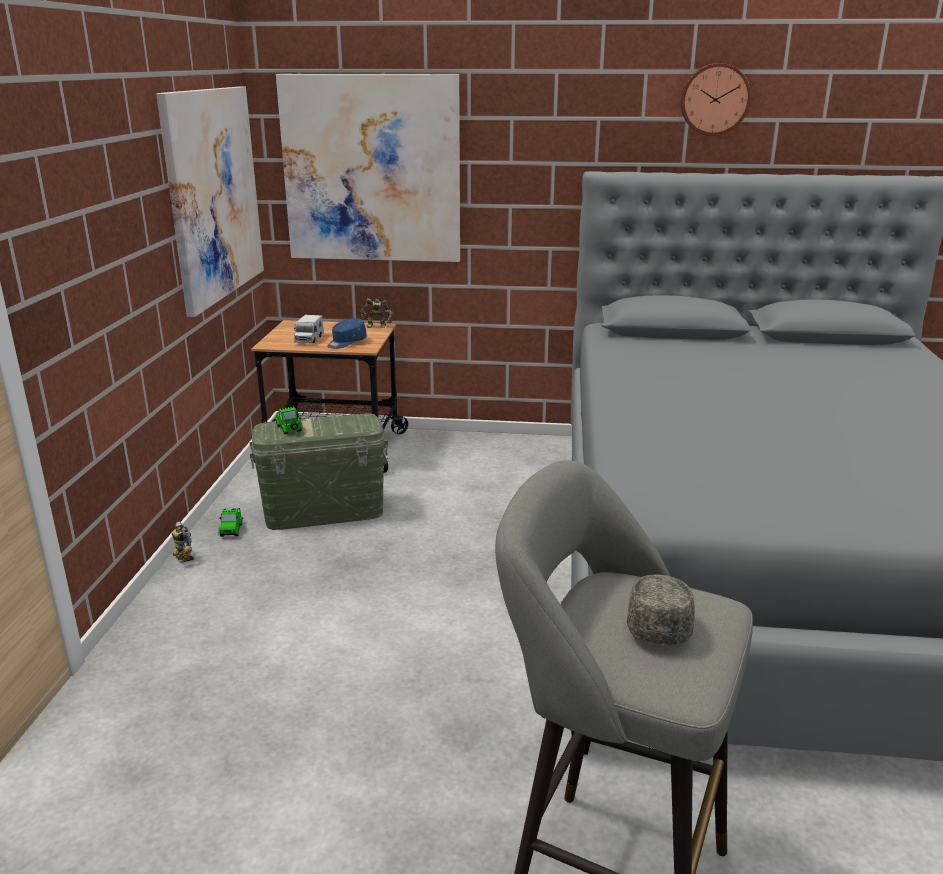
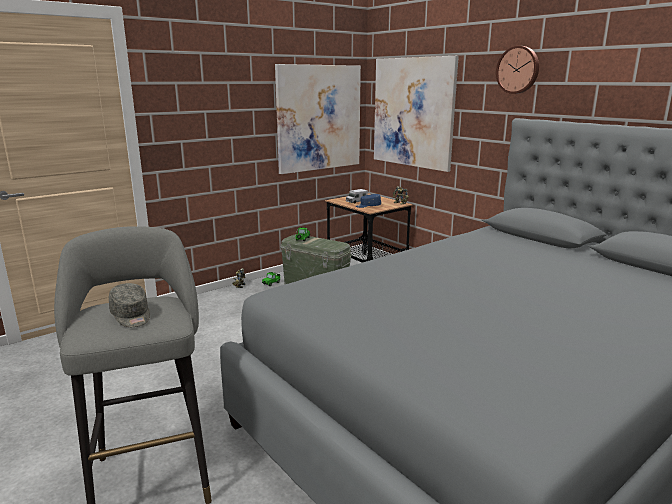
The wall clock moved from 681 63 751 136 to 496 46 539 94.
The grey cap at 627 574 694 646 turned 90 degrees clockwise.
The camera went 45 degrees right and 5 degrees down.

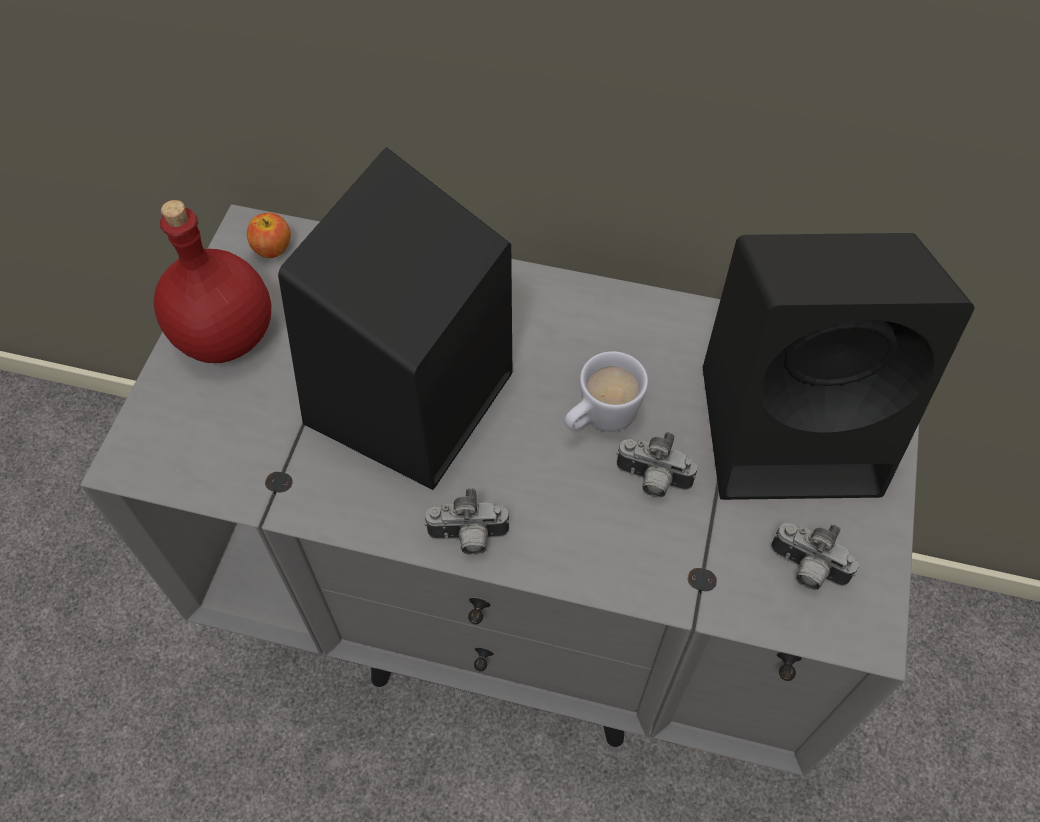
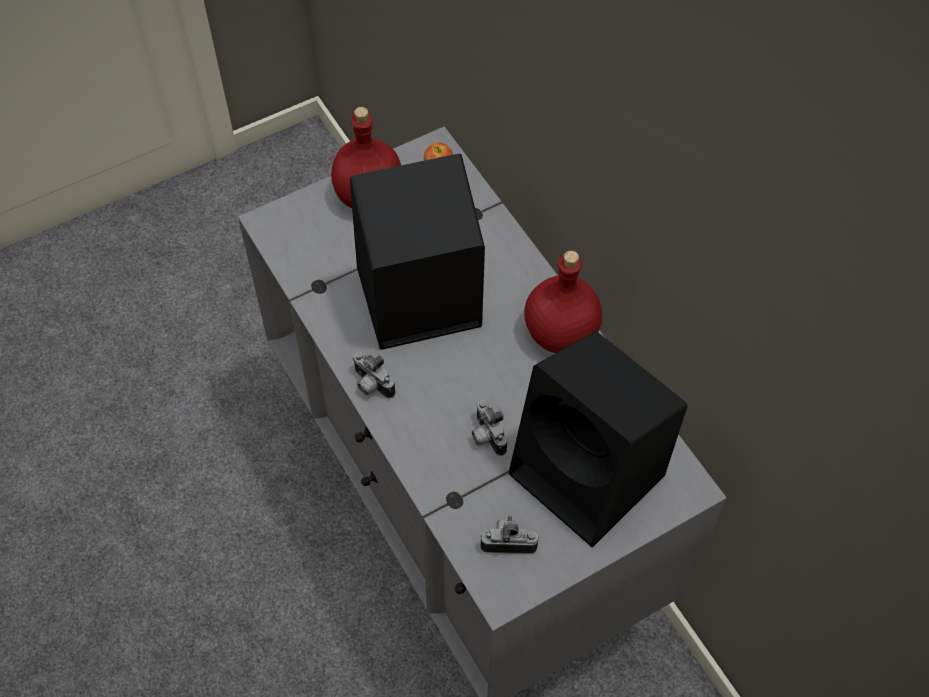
The white mug at 564 351 648 432 disappeared.
The photo camera at 771 523 859 590 turned 105 degrees clockwise.
The red bottle at 524 250 602 353 appeared.
The camera went 45 degrees right and 0 degrees up.

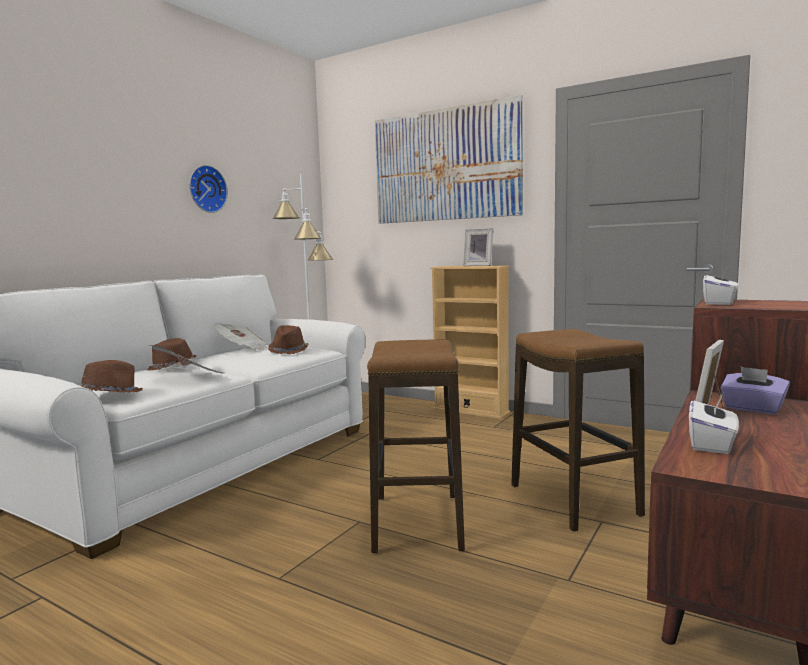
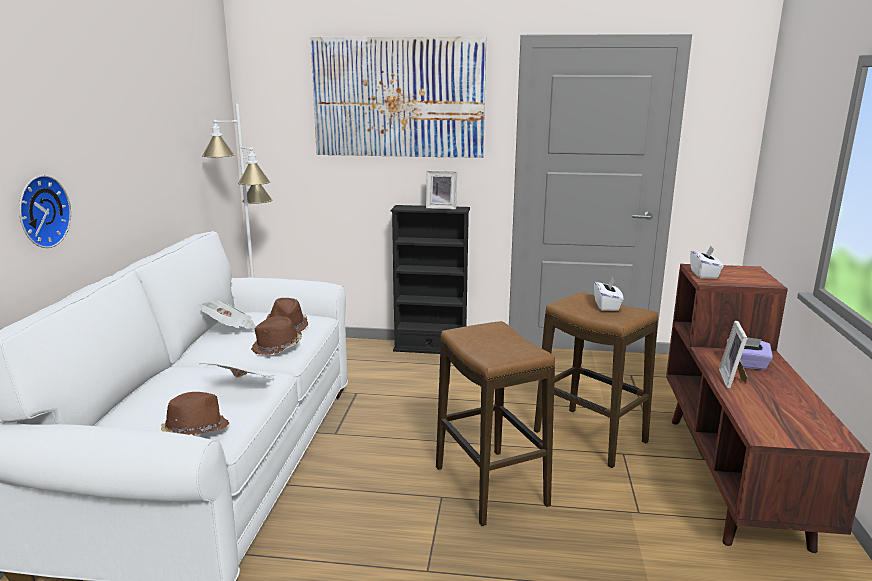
The wall clock moved from 189 165 228 213 to 19 175 71 248.
The beige bookcase at 430 266 510 419 became the black bookcase at 390 205 470 354.
The brown hat moved from 148 338 197 370 to 251 316 302 355.
The white tissue box moved from 689 393 739 454 to 594 277 623 311.
The camera went 25 degrees left and 10 degrees up.

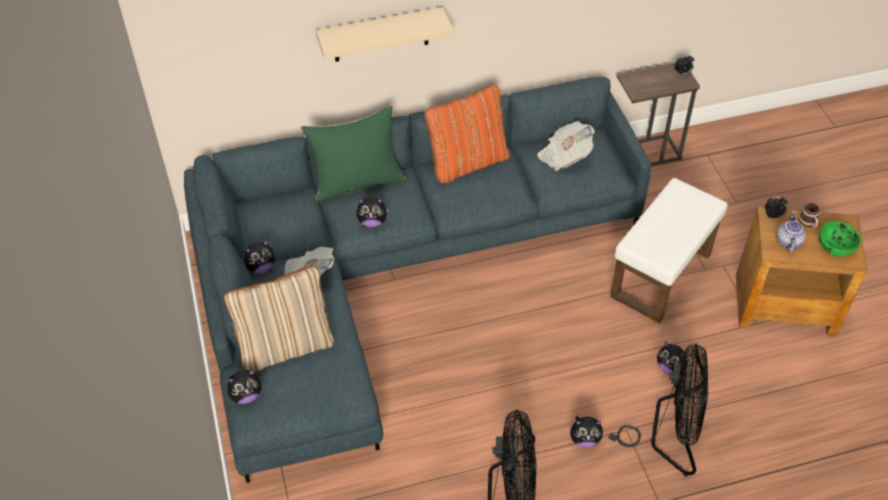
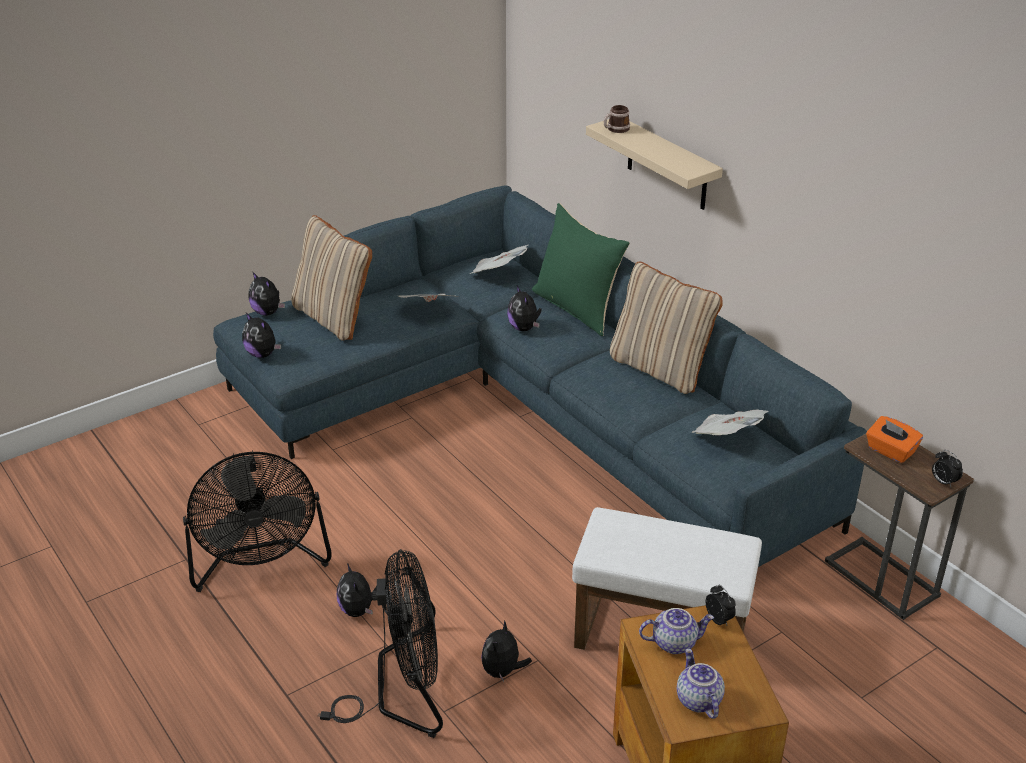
The orange pillow at 424 84 510 183 became the beige pillow at 610 262 723 394.
The mug moved from 798 203 820 228 to 604 105 630 133.
The green bowl at 819 221 861 257 was replaced by the teapot at 677 648 725 719.
The plush toy moved from 244 240 275 274 to 242 313 281 358.
The black fan at 609 343 708 477 turned 90 degrees counterclockwise.
The newspaper at 470 245 528 274 appeared.
The orange tissue box at 866 416 923 463 appeared.
The camera went 70 degrees right and 15 degrees down.

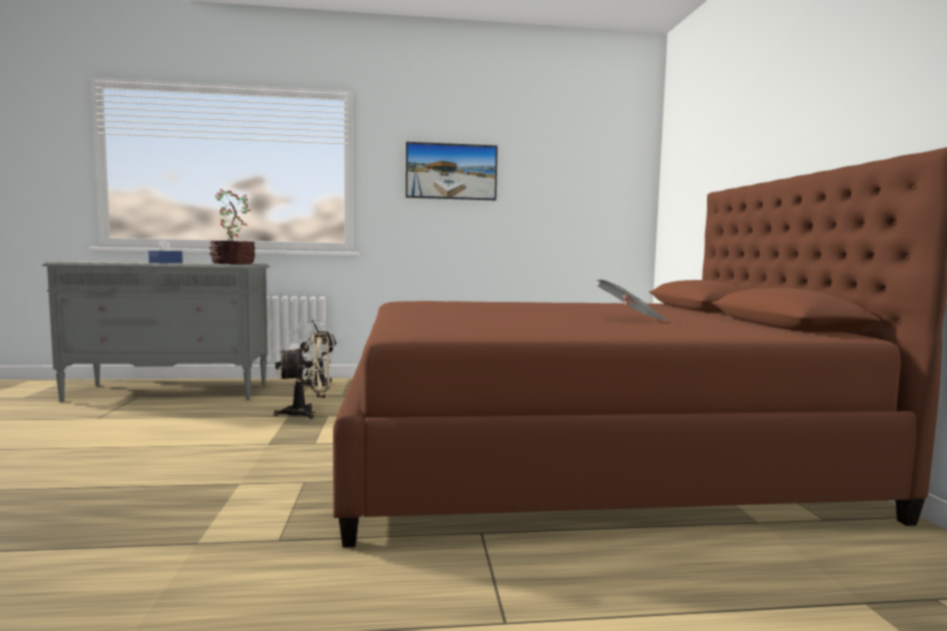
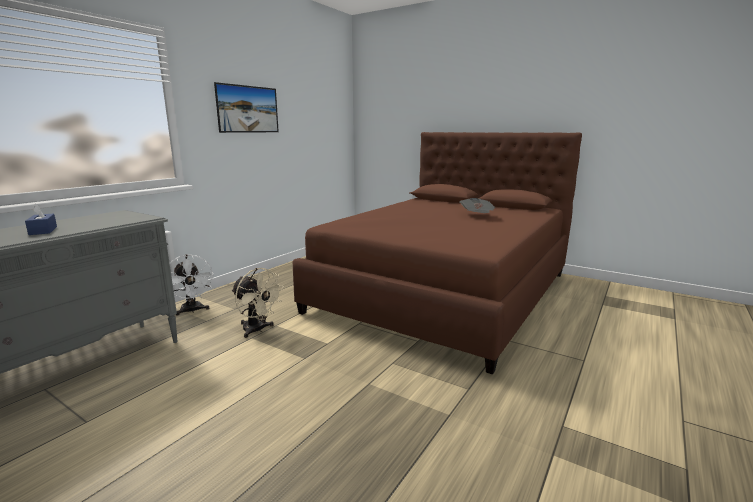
The potted plant at 209 189 255 264 disappeared.
The beige fan at 274 333 330 419 turned 105 degrees clockwise.
The camera went 50 degrees left and 10 degrees up.

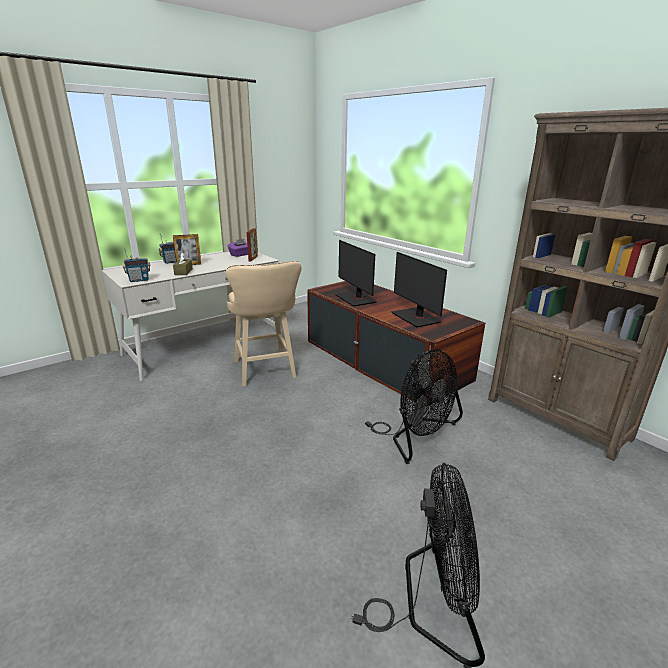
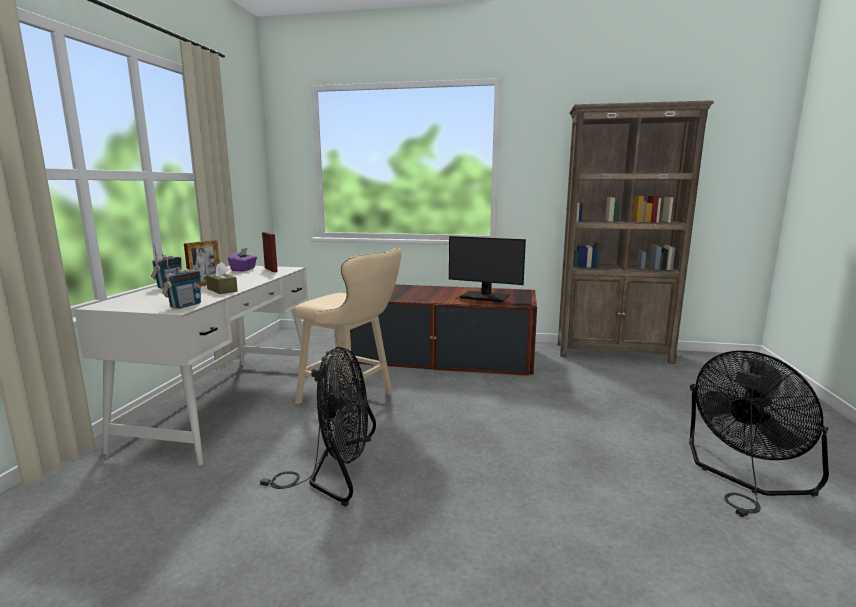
The monitor at 335 240 377 307 disappeared.
The black fan moved from 365 349 463 464 to 259 347 376 507.
The camera went 40 degrees left and 10 degrees down.

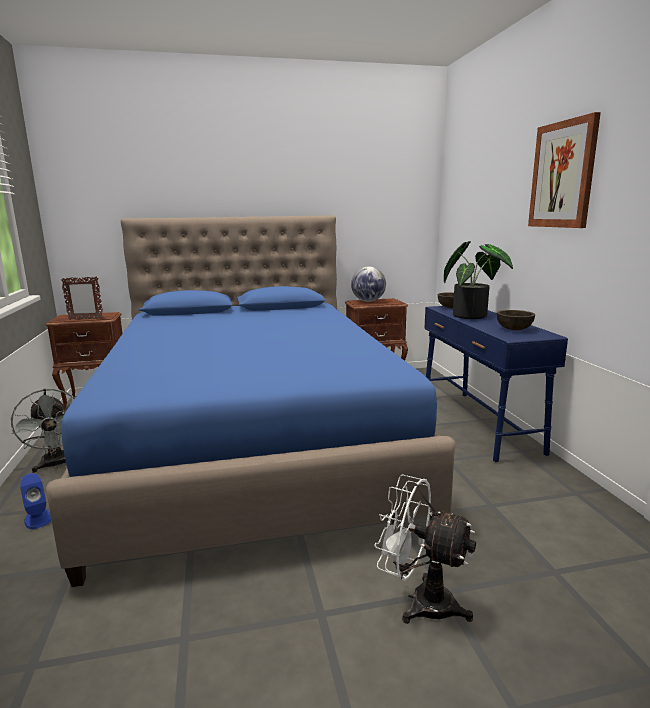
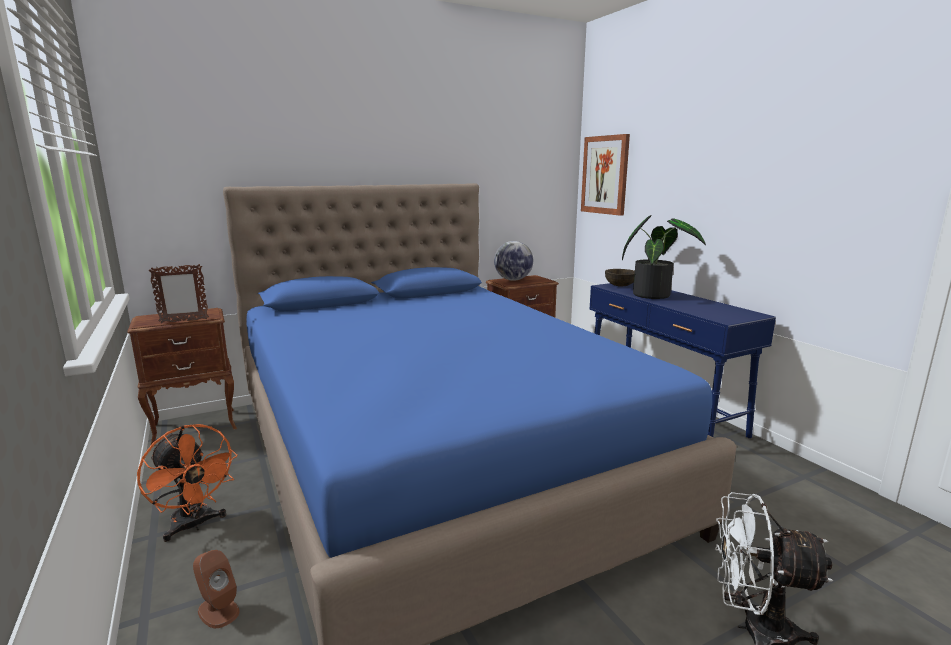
The picture moved from 528 112 601 228 to 581 134 630 216.
The brown bowl at 497 310 535 330 disappeared.
The grey fan at 11 389 75 473 became the orange fan at 137 424 238 542.
The blue speaker at 20 473 51 529 became the brown speaker at 193 550 240 628.
The camera went 15 degrees left and 0 degrees up.

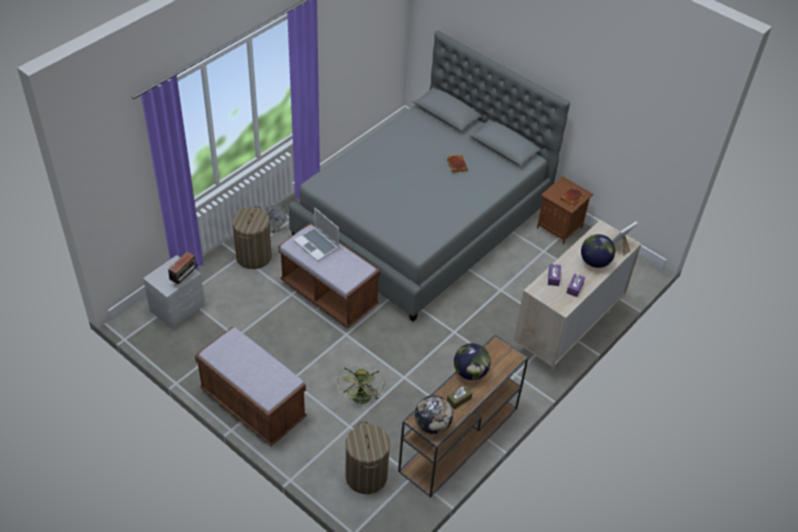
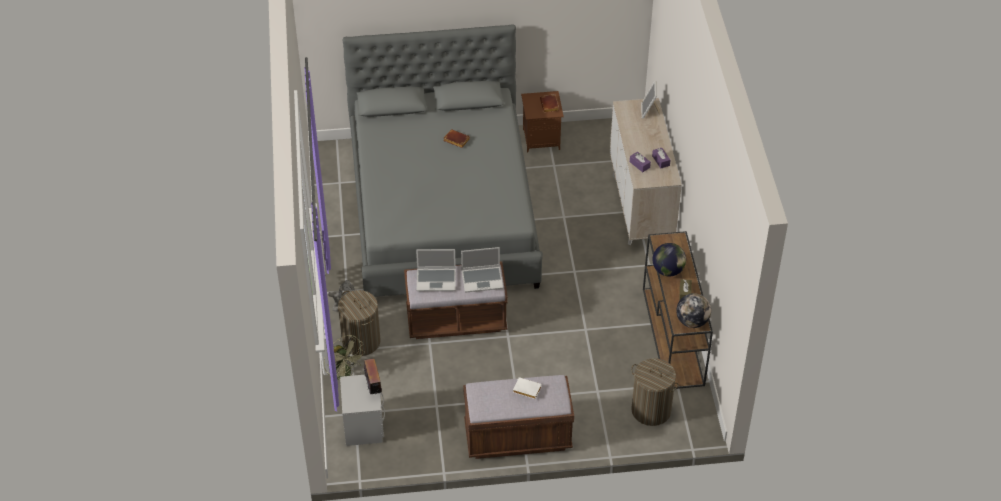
The globe at 581 234 615 268 disappeared.
The green fan moved from 338 364 385 404 to 324 335 365 386.
The laptop at 461 247 503 292 appeared.
The white book at 513 377 542 399 appeared.
The camera went 45 degrees left and 0 degrees up.

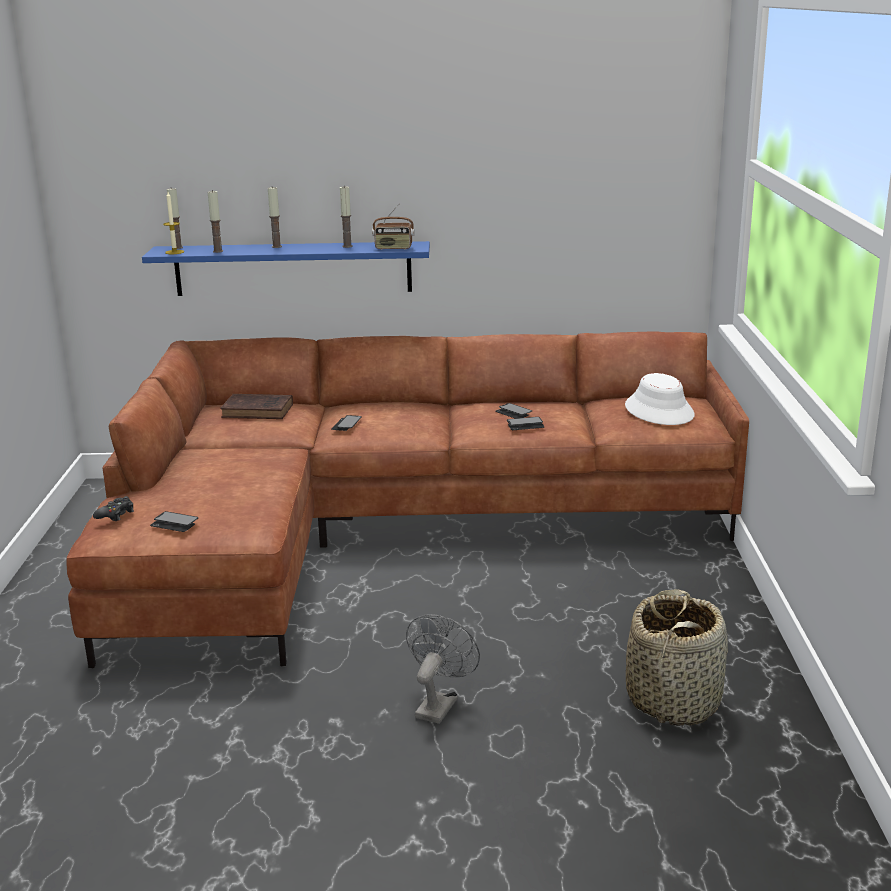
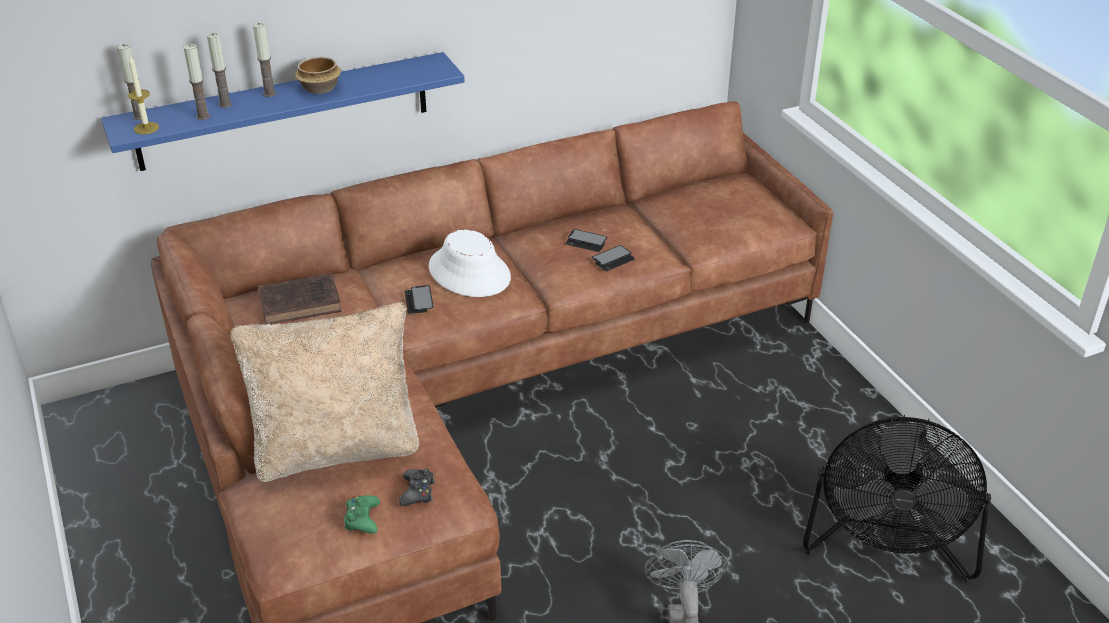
The candle moved from 340 185 353 248 to 207 33 232 108.
The radio at 372 204 415 250 disappeared.
The white hat moved from 625 373 695 425 to 429 230 511 297.
The black game controller moved from 93 496 134 521 to 399 468 435 506.
The phone at 150 511 198 532 was replaced by the green game controller at 344 495 380 534.
The basket at 626 589 728 726 was replaced by the black fan at 803 415 991 583.
The bowl at 295 57 341 94 appeared.
The beige pillow at 230 302 419 482 appeared.
The camera went 25 degrees left and 15 degrees up.

